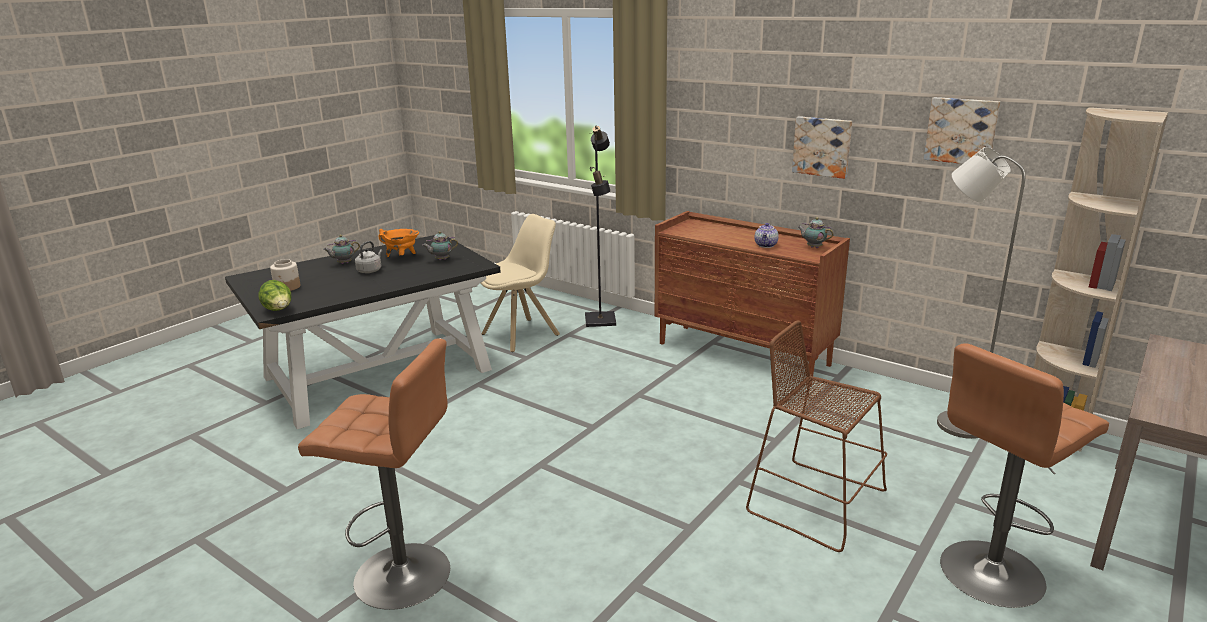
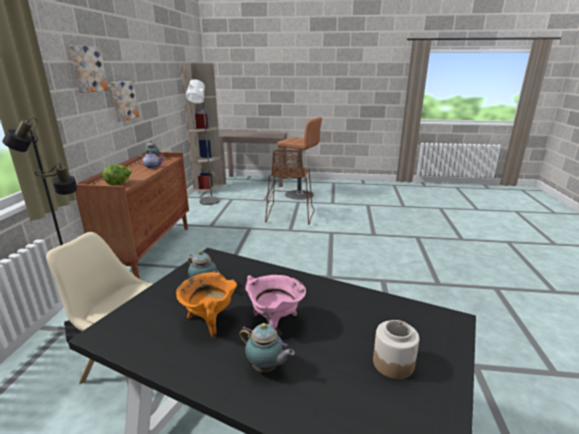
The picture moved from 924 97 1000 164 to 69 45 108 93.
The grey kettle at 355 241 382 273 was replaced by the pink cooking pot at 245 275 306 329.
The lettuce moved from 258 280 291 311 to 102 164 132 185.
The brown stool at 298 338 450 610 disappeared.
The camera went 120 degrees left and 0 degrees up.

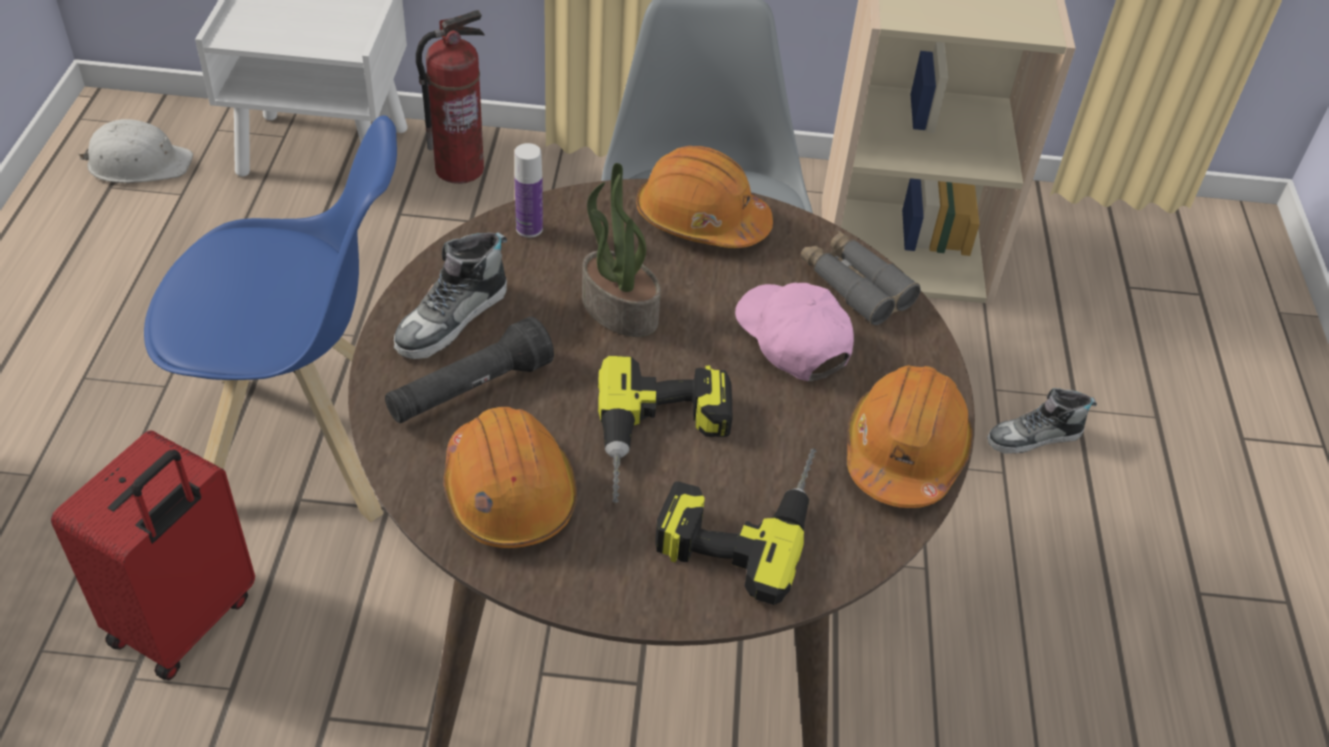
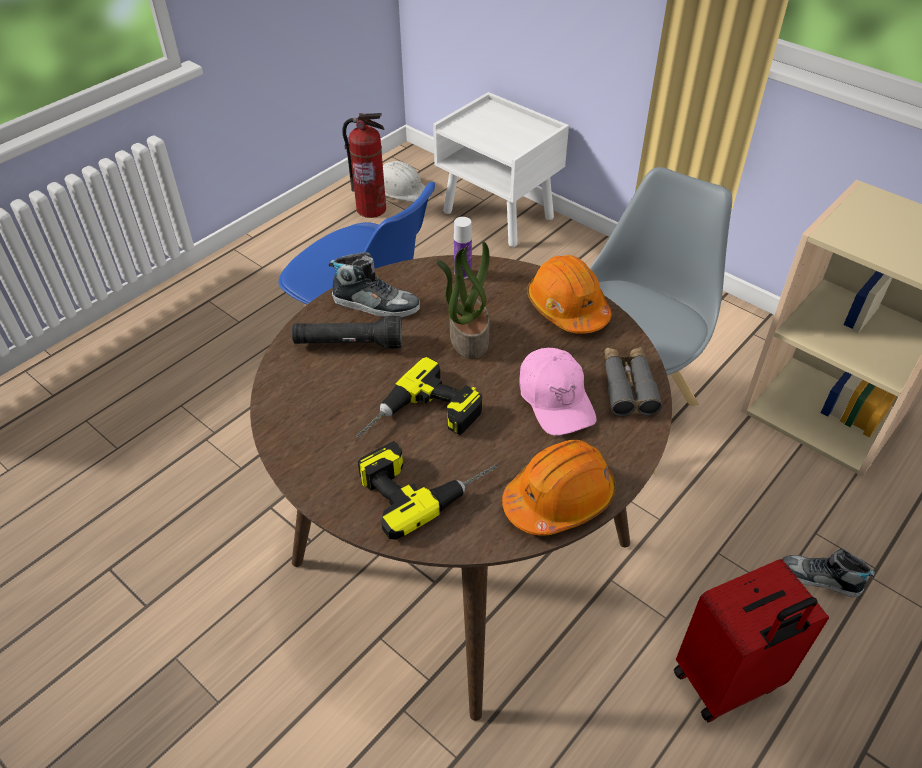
The fire extinguisher moved from 416 10 485 184 to 342 113 386 218.
The shoe at 394 232 507 359 turned 150 degrees counterclockwise.
The pink cap at 735 283 854 381 turned 150 degrees clockwise.
The orange hard hat at 443 407 577 548 disappeared.
The red suitcase moved from 51 430 255 680 to 674 559 829 722.
The camera went 40 degrees right and 0 degrees up.

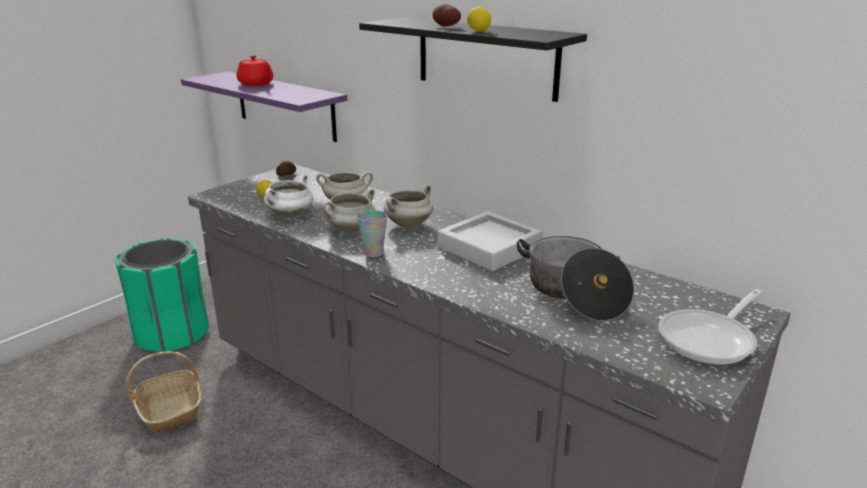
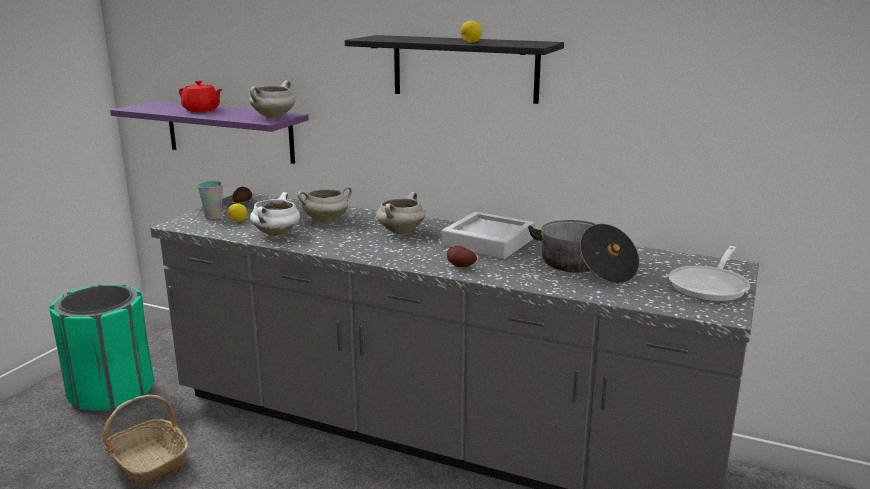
The potato moved from 432 4 461 27 to 447 246 477 267.
The white cooking pot moved from 322 188 375 233 to 249 80 295 118.
The cup moved from 357 210 387 257 to 197 181 223 220.
The camera went 15 degrees left and 5 degrees down.

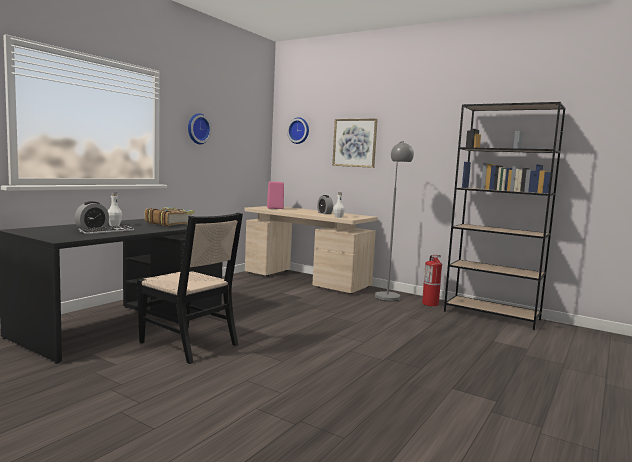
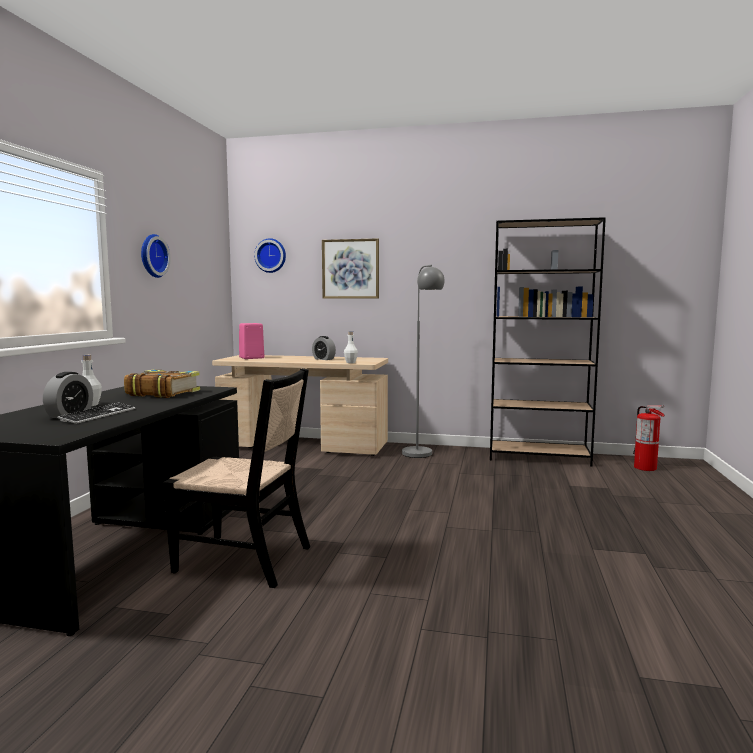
The fire extinguisher moved from 422 255 442 306 to 633 405 665 471.
The camera went 20 degrees left and 0 degrees up.

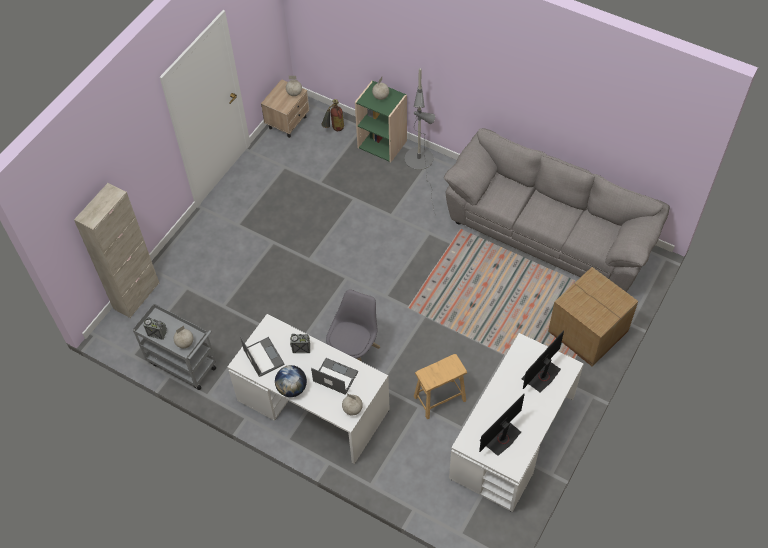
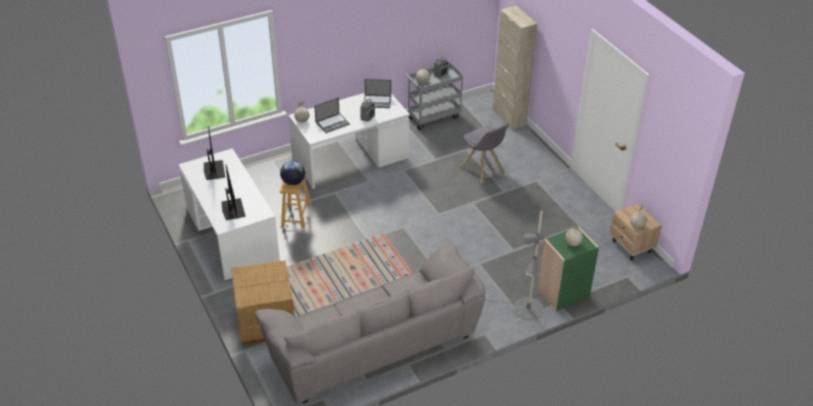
The fire extinguisher at 321 99 344 131 disappeared.
The grey chair moved from 326 289 381 362 to 460 123 509 184.
The globe moved from 275 365 307 397 to 280 160 305 185.
The camera went 120 degrees right and 15 degrees down.

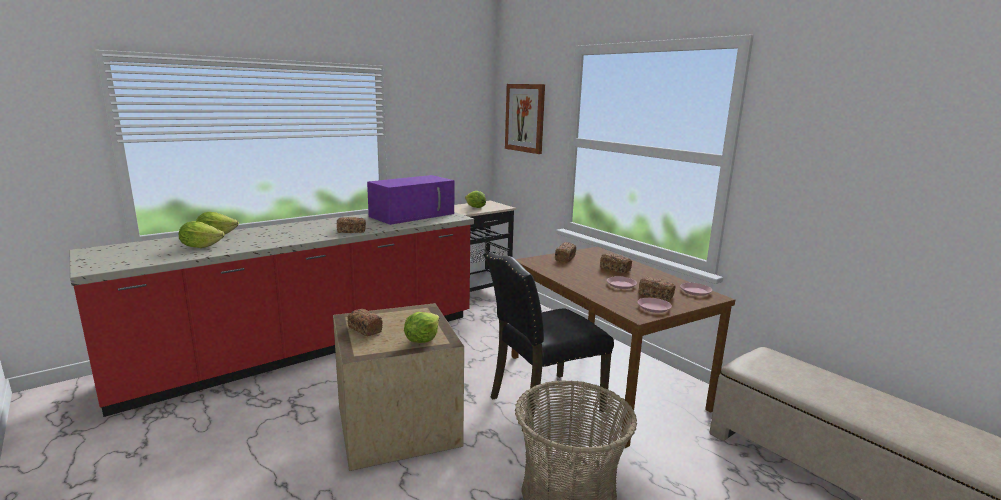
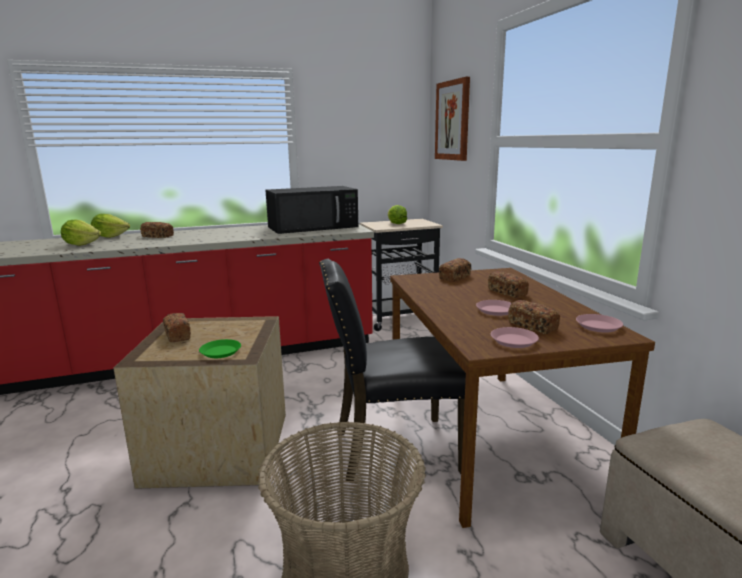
The purple microwave at 367 175 454 225 became the black microwave at 265 186 358 234.
The bread moved from 337 217 366 233 to 140 222 174 238.
The lettuce at 404 312 439 343 was replaced by the green plate at 199 339 241 358.
The camera went 20 degrees right and 0 degrees up.

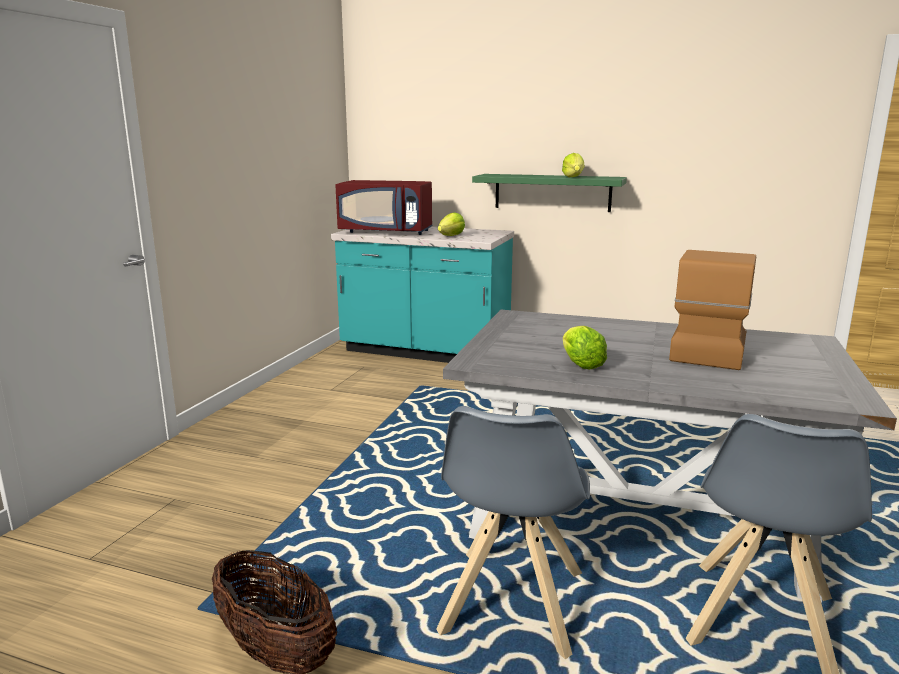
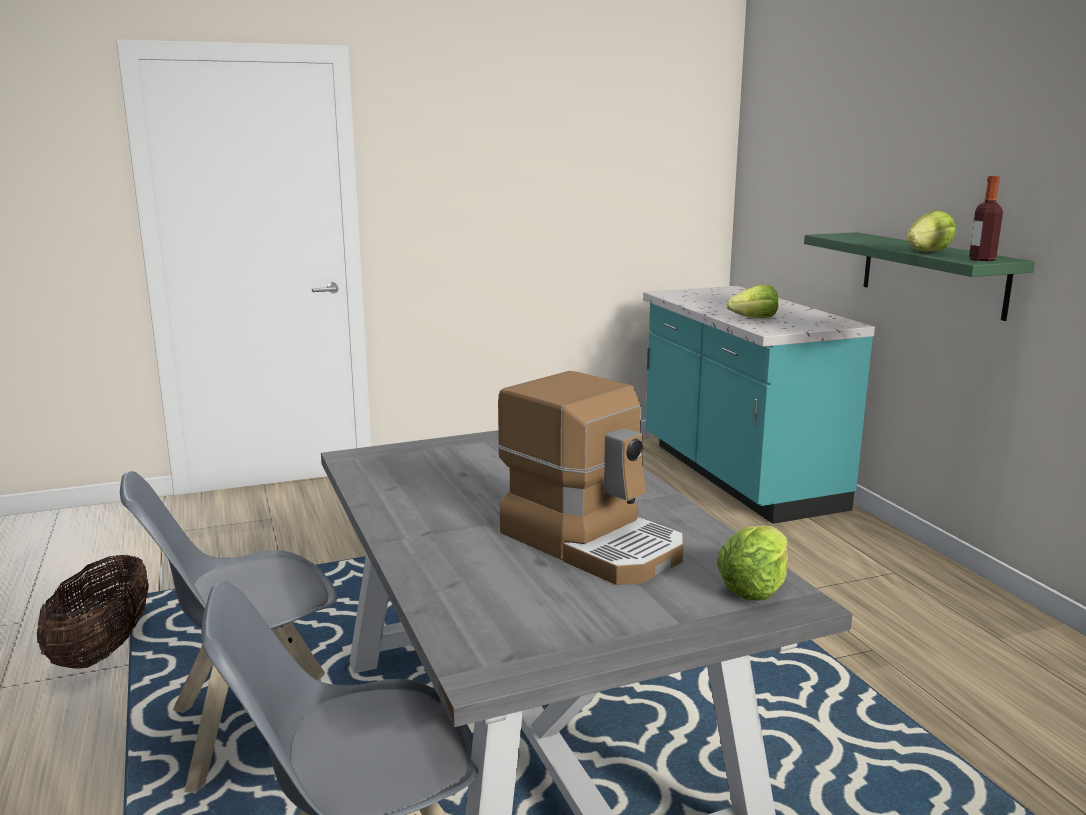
The red microwave at 335 180 433 235 disappeared.
The coffee machine at 669 250 756 370 turned 60 degrees clockwise.
The lettuce moved from 563 326 607 370 to 716 526 788 601.
The bottle at 969 176 1003 261 appeared.
The camera went 50 degrees right and 0 degrees up.

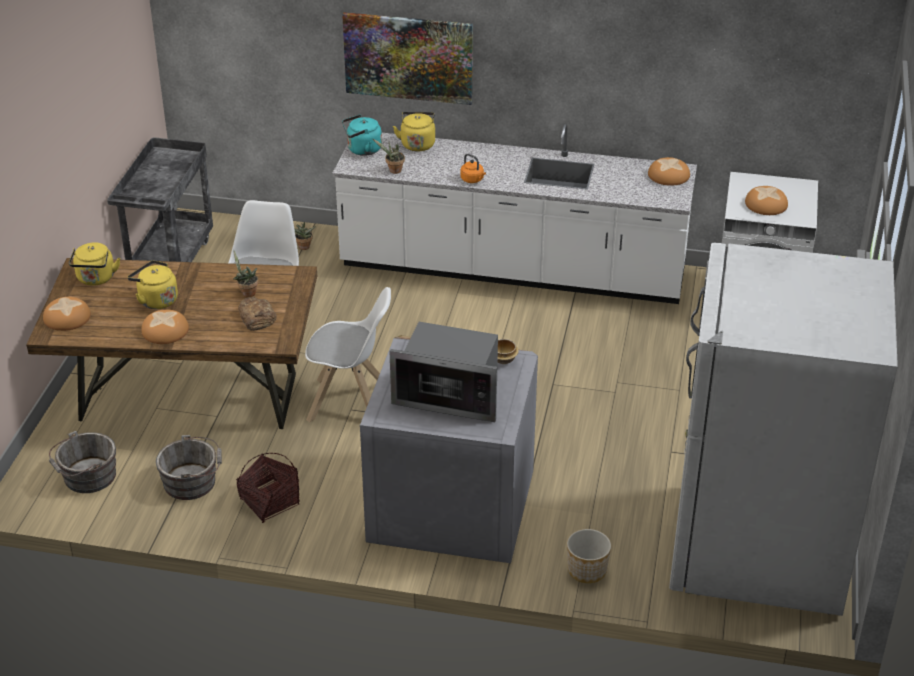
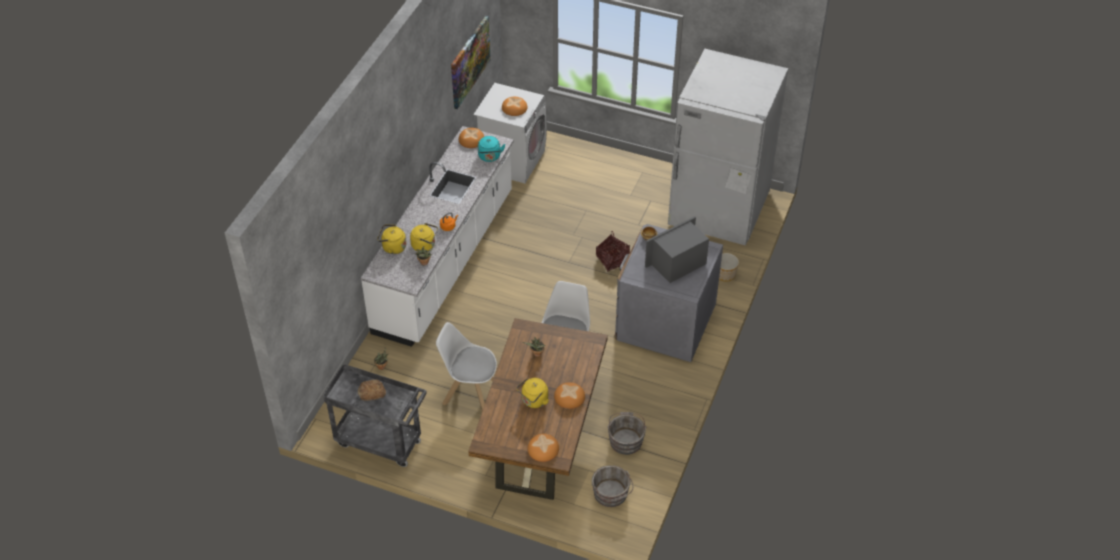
The picture moved from 342 12 473 105 to 451 16 491 109.
The turquoise kettle moved from 342 115 382 156 to 478 136 505 162.
The yellow kettle moved from 69 243 120 286 to 410 223 438 252.
The bread moved from 238 297 277 331 to 358 380 386 401.
The microwave at 390 322 498 422 turned 150 degrees counterclockwise.
The basket moved from 236 453 300 523 to 596 231 630 272.
The camera went 80 degrees left and 10 degrees up.

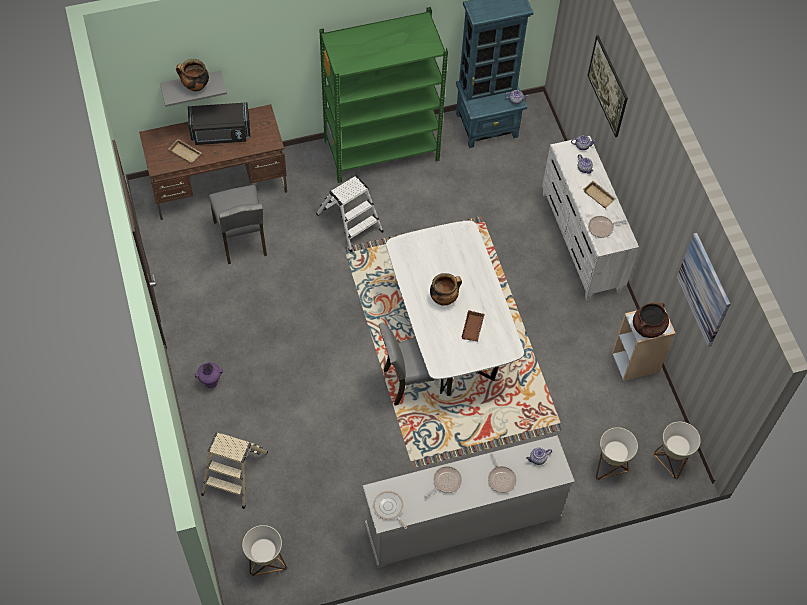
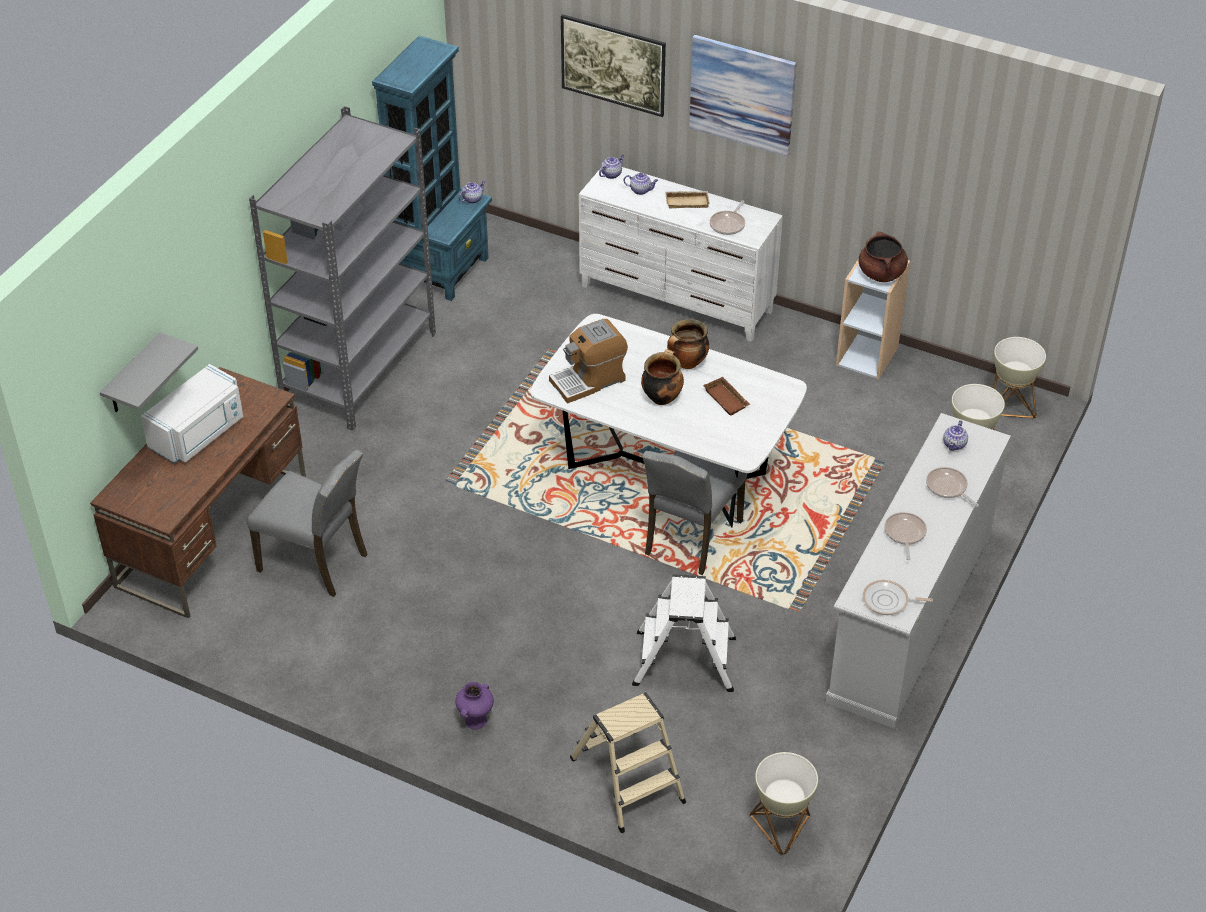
The green bookcase at 319 7 448 183 became the grey bookcase at 249 106 436 431.
The cooking pot moved from 176 59 209 92 to 667 319 709 369.
The black microwave at 188 102 250 145 became the white microwave at 141 364 243 463.
The beige tray at 169 139 201 164 disappeared.
The white step ladder moved from 316 175 384 252 to 632 574 736 692.
The picture moved from 677 233 730 347 to 689 35 796 156.
The frying pan at 488 453 517 493 turned 150 degrees counterclockwise.
The coffee machine at 549 319 628 404 appeared.
The camera went 45 degrees left and 15 degrees down.

